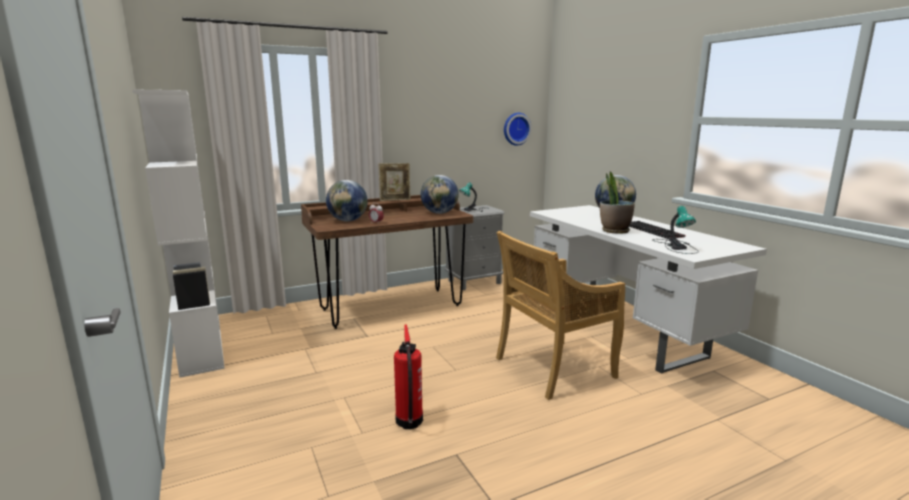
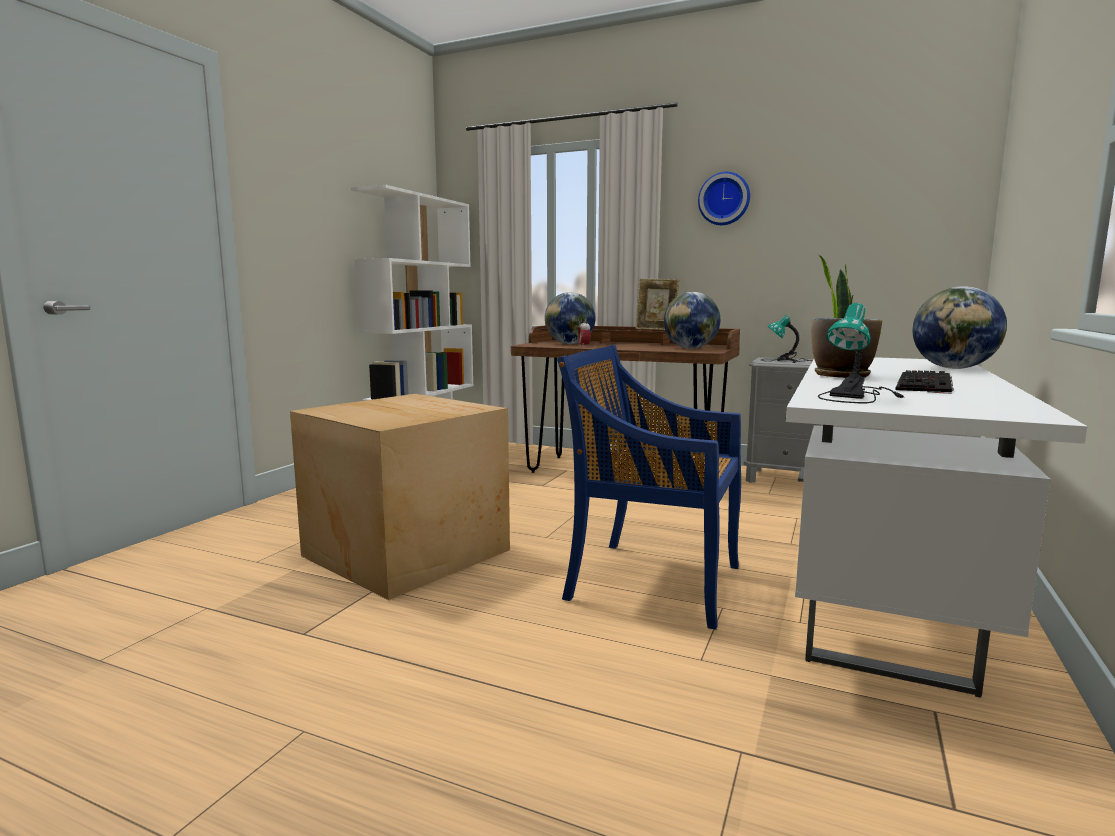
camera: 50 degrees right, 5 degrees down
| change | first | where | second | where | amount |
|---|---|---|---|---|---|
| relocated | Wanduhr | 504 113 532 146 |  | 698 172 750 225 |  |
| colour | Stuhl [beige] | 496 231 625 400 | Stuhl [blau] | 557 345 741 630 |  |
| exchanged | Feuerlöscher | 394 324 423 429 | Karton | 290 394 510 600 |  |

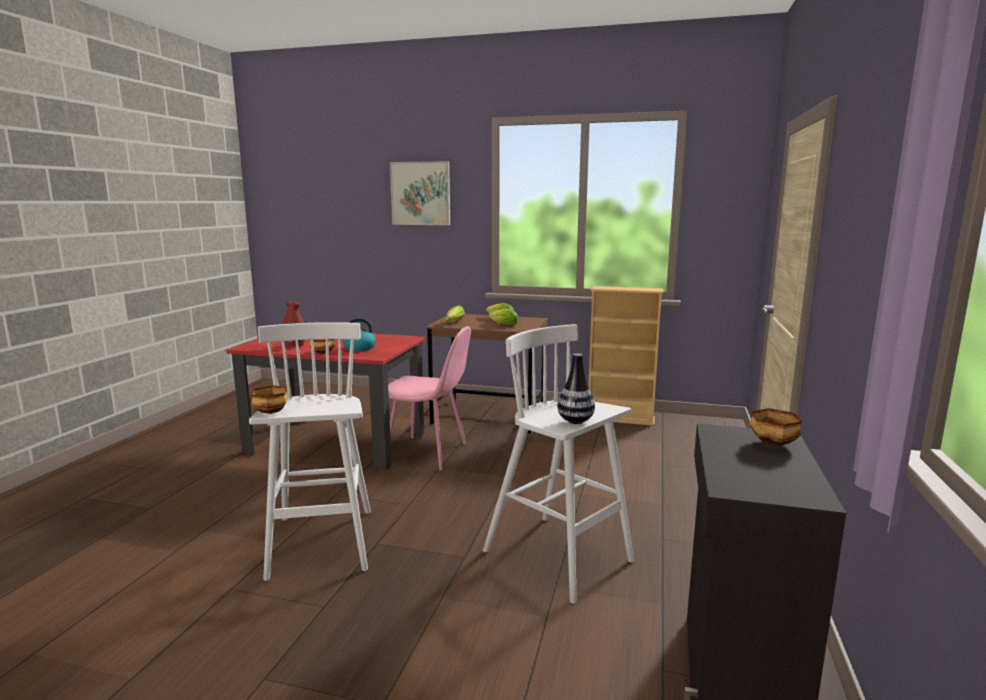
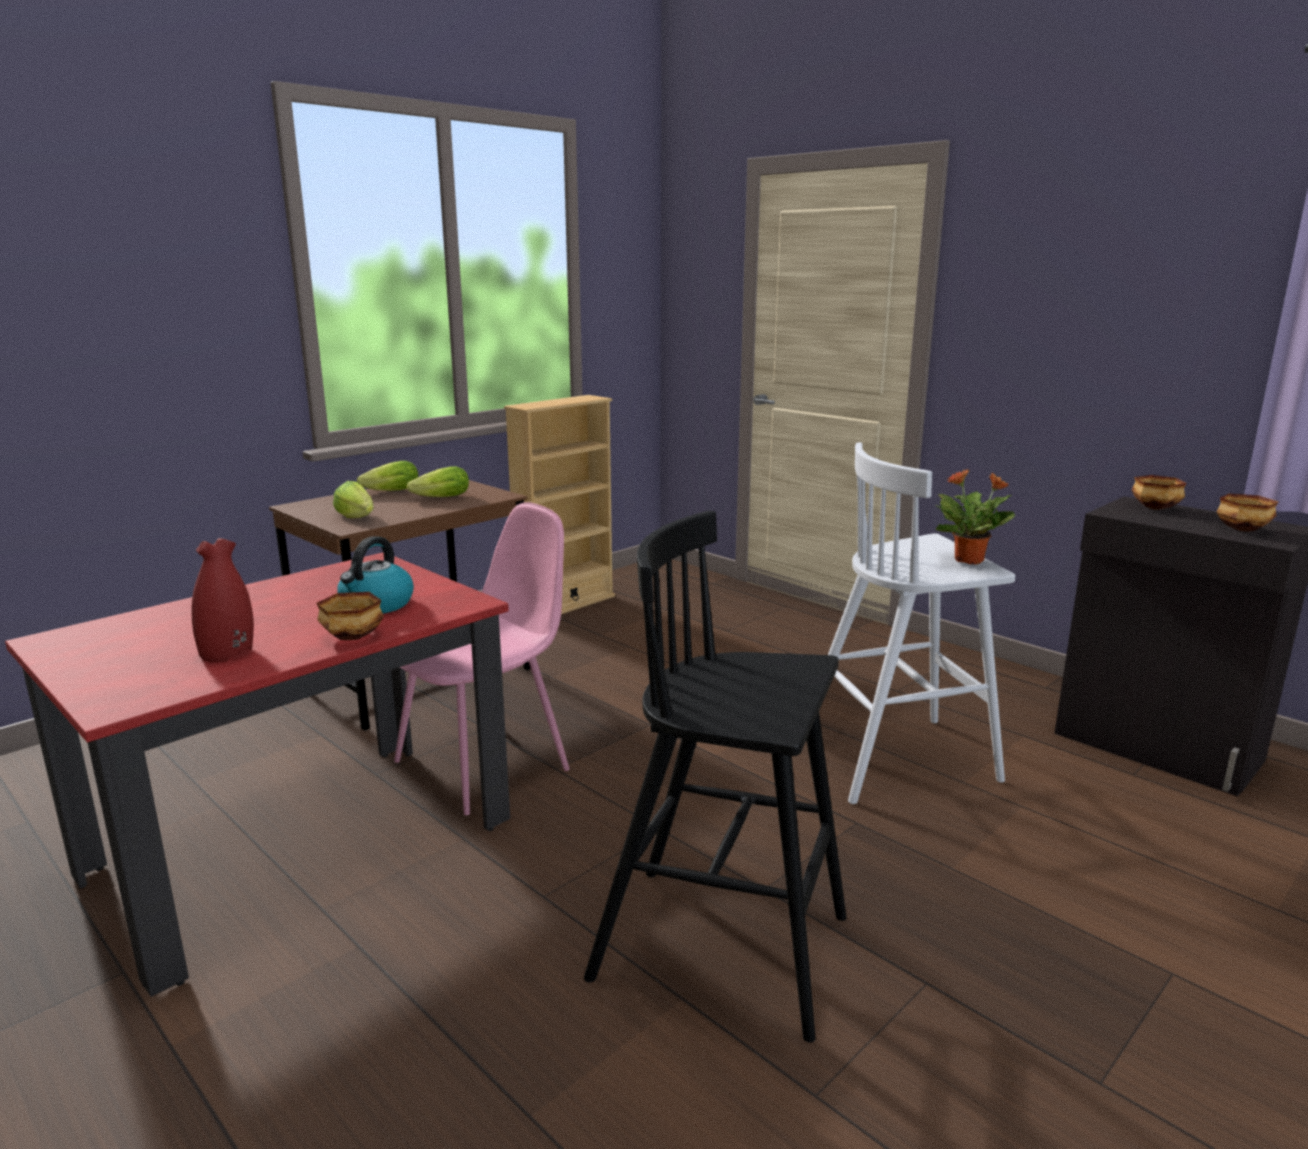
camera: 60 degrees left, 5 degrees up
| change | first | where | second | where | amount |
|---|---|---|---|---|---|
| missing | Bild | 390 161 450 225 |  |  |  |
| colour | Hocker [weiß] | 249 322 371 581 | Hocker [schwarz] | 584 511 847 1043 |  |
| exchanged | Vase | 557 353 595 424 | Topfpflanze | 935 469 1015 565 |  |
| relocated | Schüssel | 251 385 288 414 |  | 1216 493 1279 532 |  |

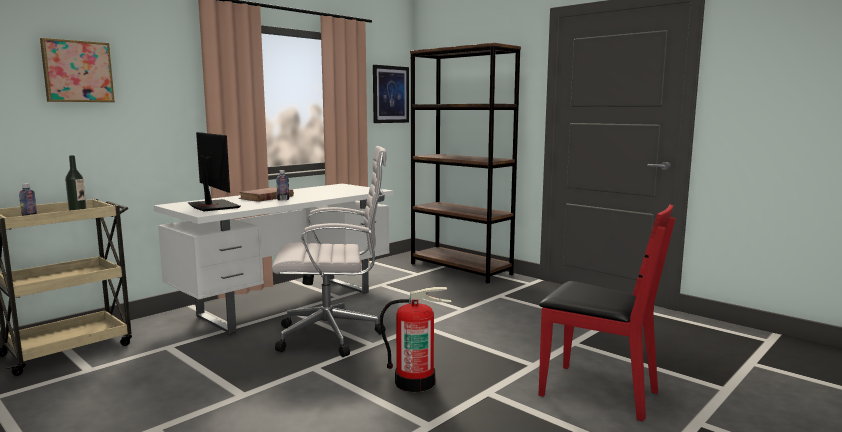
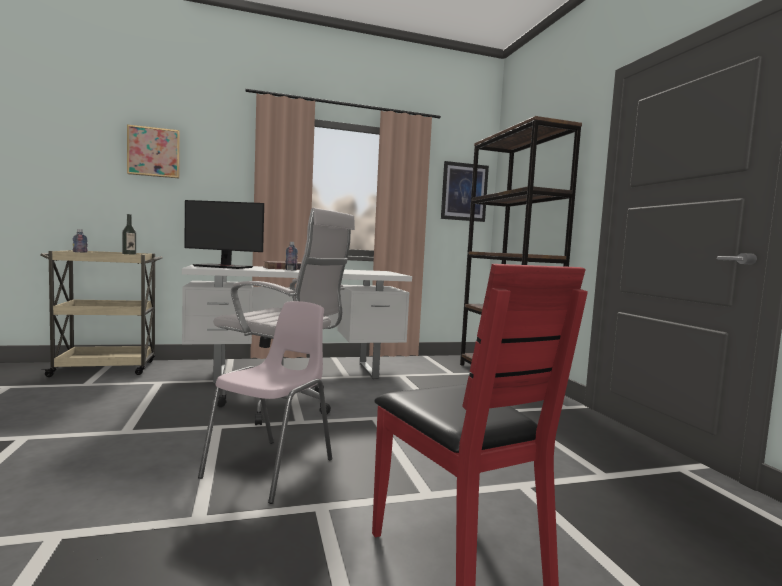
camera: 30 degrees right, 5 degrees down
| change | first | where | second | where | amount |
|---|---|---|---|---|---|
| spun | Monitor | 188 132 240 211 |  | 184 200 264 269 | 105 degrees clockwise |
| exchanged | Feuerlöscher | 380 287 452 392 | Stuhl [rosa] | 198 301 332 504 |  |

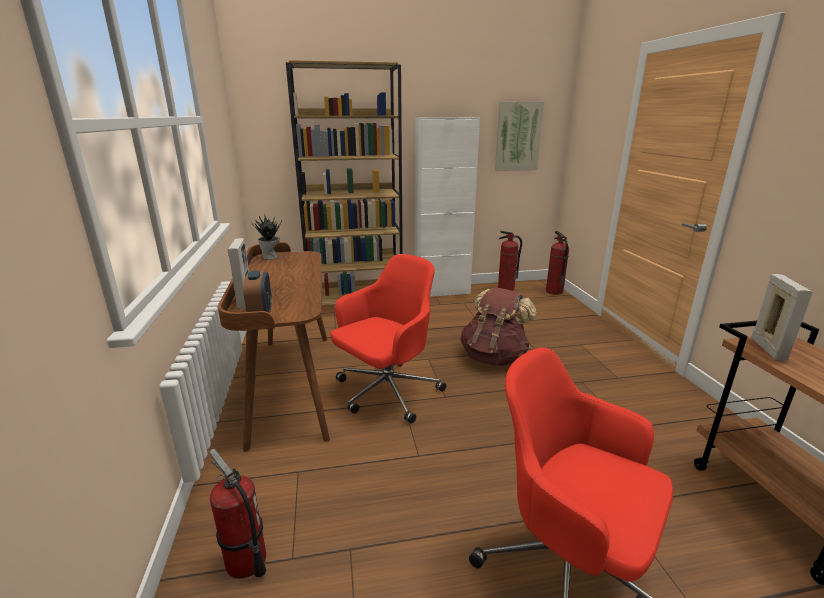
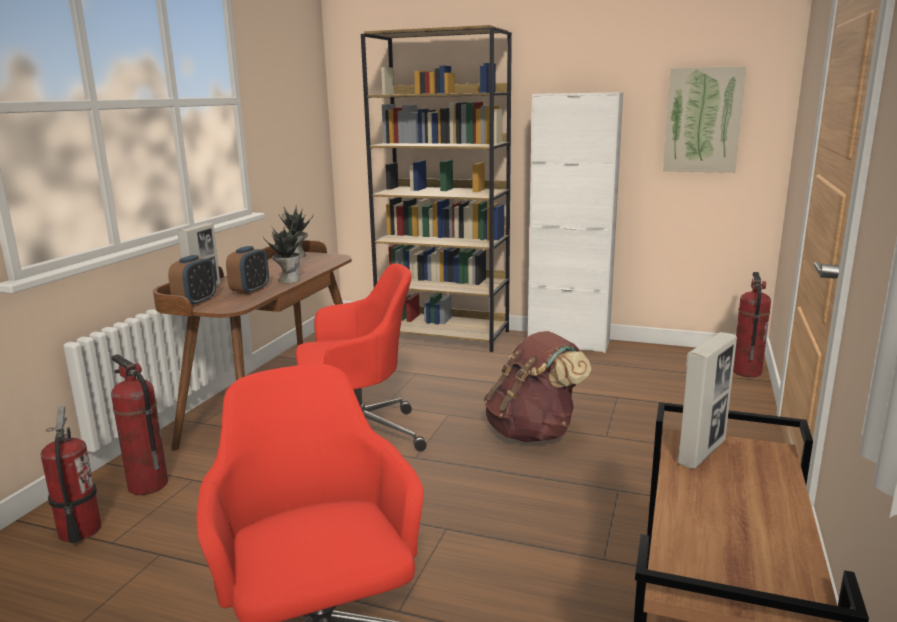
camera: 30 degrees right, 5 degrees down
| change | first | where | second | where | amount |
|---|---|---|---|---|---|
| relocated | Feuerlöscher | 498 231 522 291 |  | 111 354 168 495 |  |
| appeared |  |  | Topfpflanze | 263 222 304 283 |  |
| appeared |  |  | Wecker | 226 246 269 295 |  |

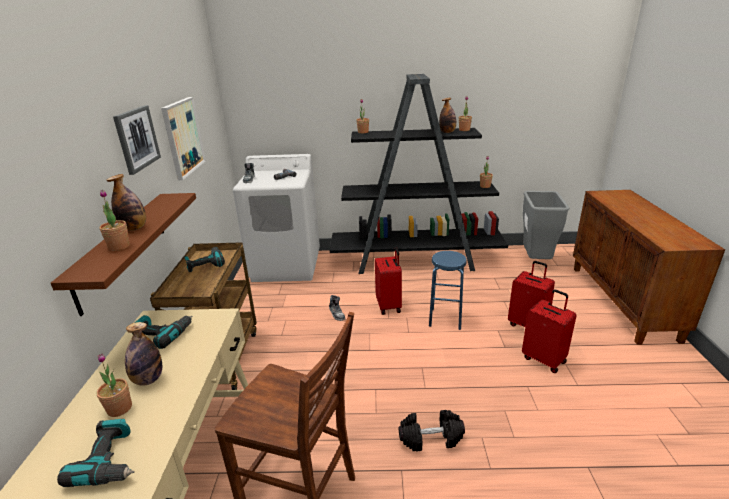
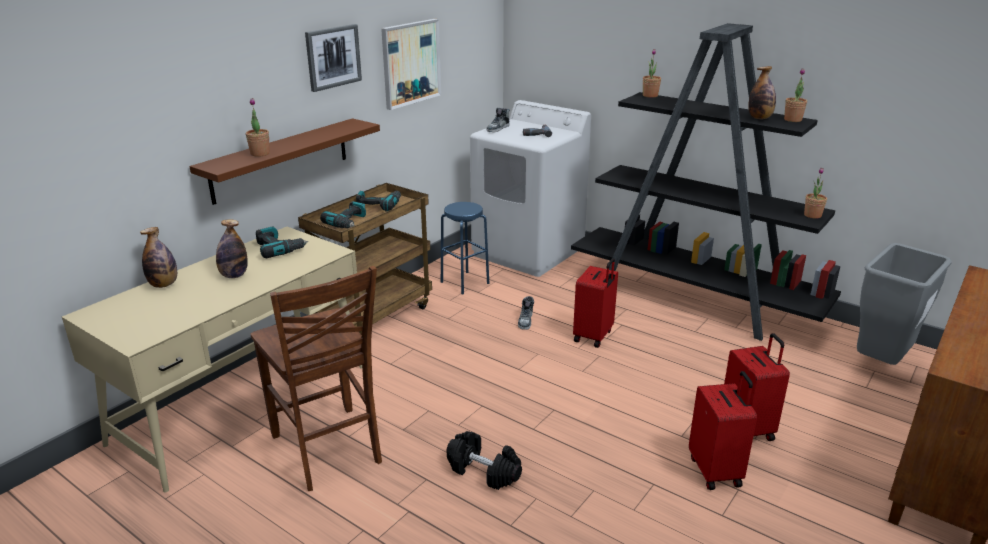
camera: 35 degrees right, 0 degrees up
| change | first | where | second | where | amount |
|---|---|---|---|---|---|
| relocated | Flasche | 107 174 146 231 |  | 140 227 177 288 |  |
| relocated | Hocker [blau] | 429 251 467 330 |  | 441 202 489 295 |  |
| missing | Topfpflanze | 97 354 132 417 |  |  |  |
| relocated | Bohrmaschine | 57 419 135 487 |  | 320 201 366 229 |  |

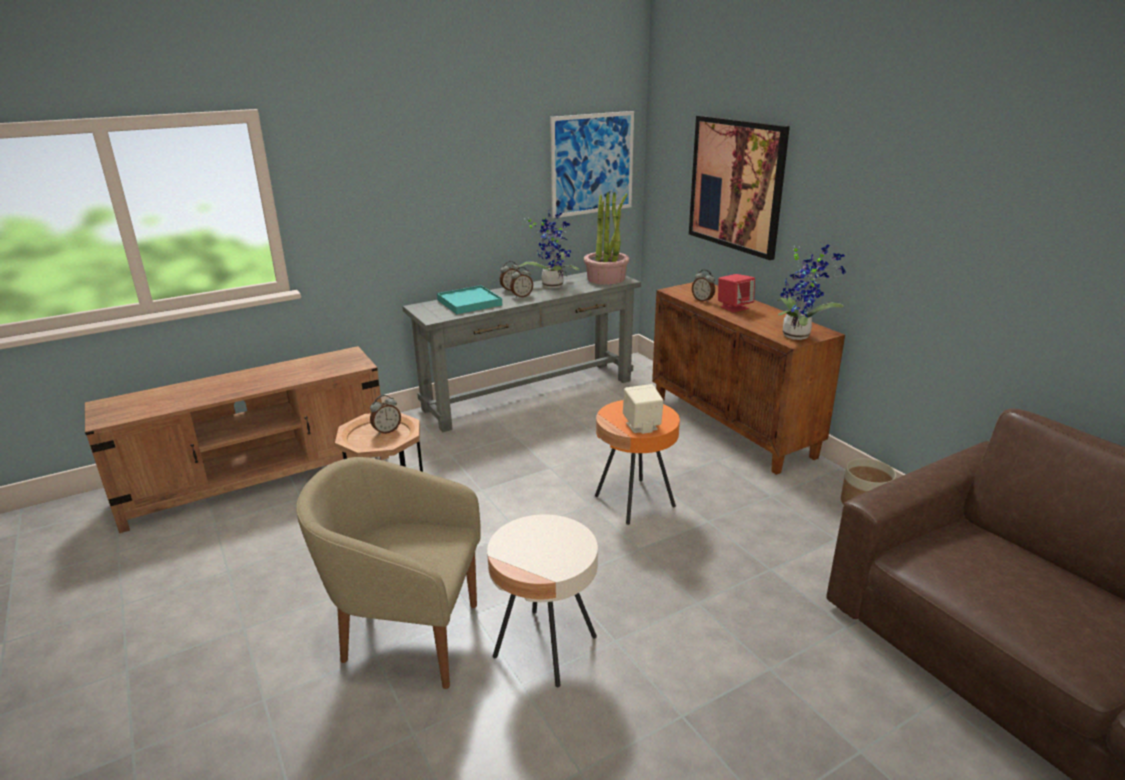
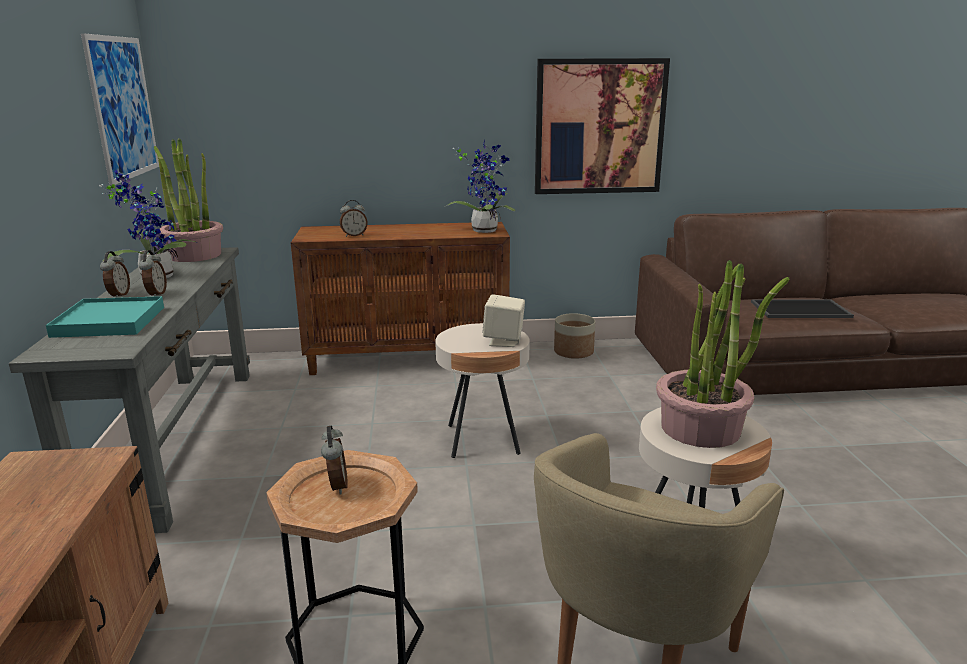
camera: 65 degrees left, 5 degrees down
| change | first | where | second | where | amount |
|---|---|---|---|---|---|
| relocated | Bild | 689 115 790 260 |  | 535 58 670 194 |  |
| missing | Lautsprecher [rot] | 718 274 755 312 |  |  |  |
| colour | Beistelltisch [orange] | 595 400 680 525 | Beistelltisch [beige] | 435 323 530 458 |  |
| appeared |  |  | Topfpflanze | 656 260 789 448 |  |
| appeared |  |  | Tablett | 751 299 854 318 |  |

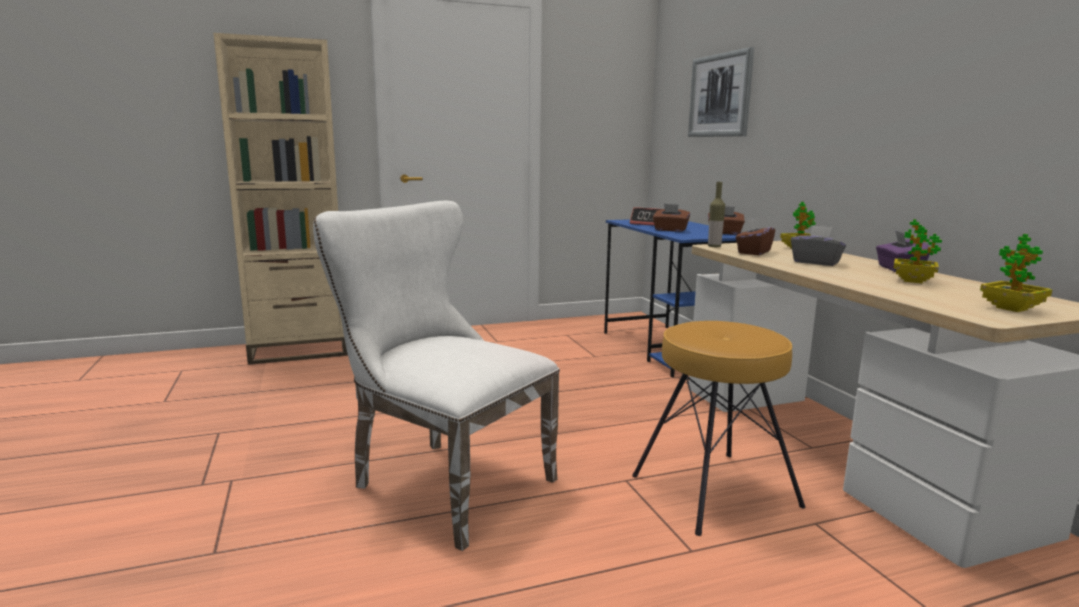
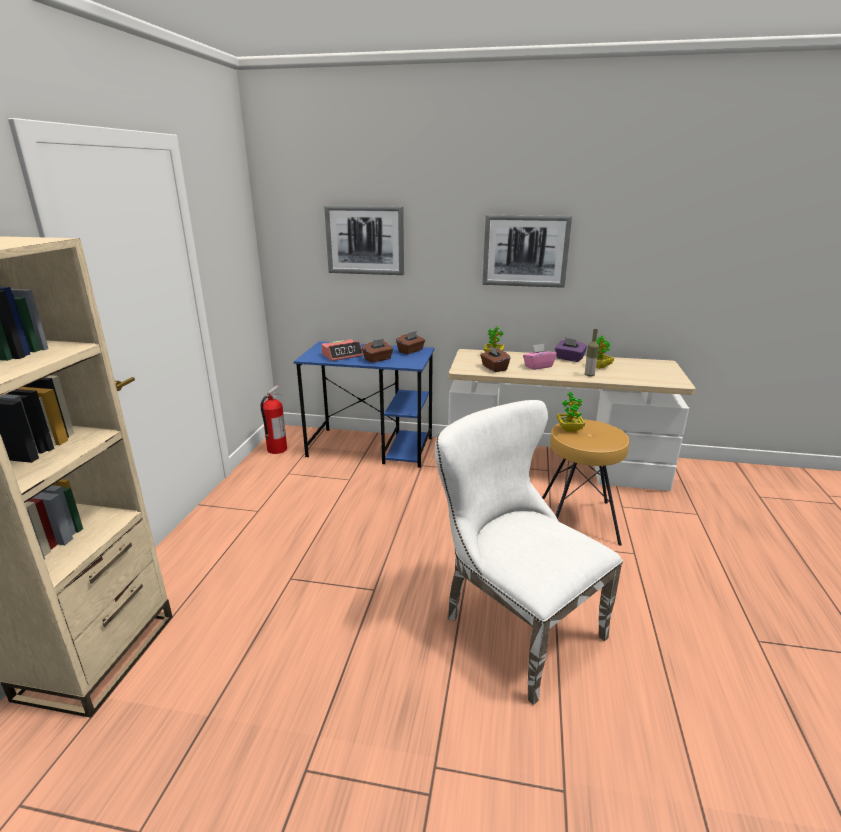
camera: 60 degrees left, 10 degrees up
| change | first | where | second | where | amount |
|---|---|---|---|---|---|
| relocated | Flasche | 708 182 725 247 |  | 585 329 599 377 |  |
| spun | Stuhl [weiß] | 313 201 560 551 |  | 435 400 623 705 | 75 degrees clockwise |
| colour | Taschentuchbox [grau] | 791 225 846 266 | Taschentuchbox [rosa] | 523 344 557 370 |  |
| relocated | Topfpflanze | 980 234 1052 312 |  | 557 392 585 432 |  |
| appeared |  |  | Bild | 482 215 572 288 |  |
| appeared |  |  | Feuerlöscher | 261 385 287 454 |  |

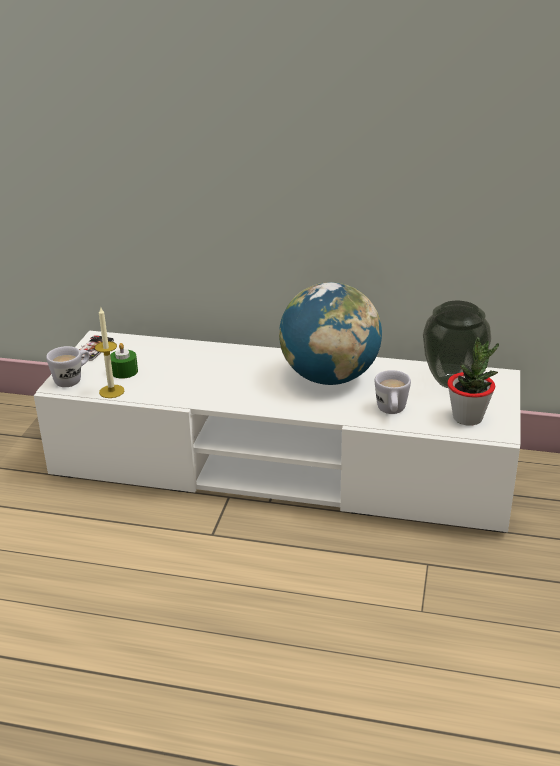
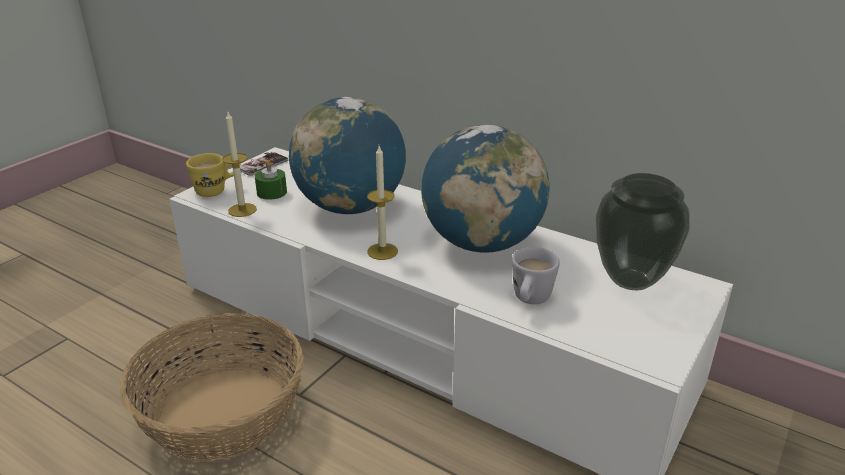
camera: 20 degrees right, 0 degrees up
| change | first | where | second | where | amount |
|---|---|---|---|---|---|
| missing | Topfpflanze | 447 337 499 426 |  |  |  |
| colour | Henkelbecher [weiß] | 46 346 89 387 | Henkelbecher [gelb] | 186 153 234 197 |  |
| appeared |  |  | Globus | 289 97 406 214 |  |
| appeared |  |  | Kerze | 367 146 398 260 |  |
| appeared |  |  | Korb | 120 313 304 461 |  |

